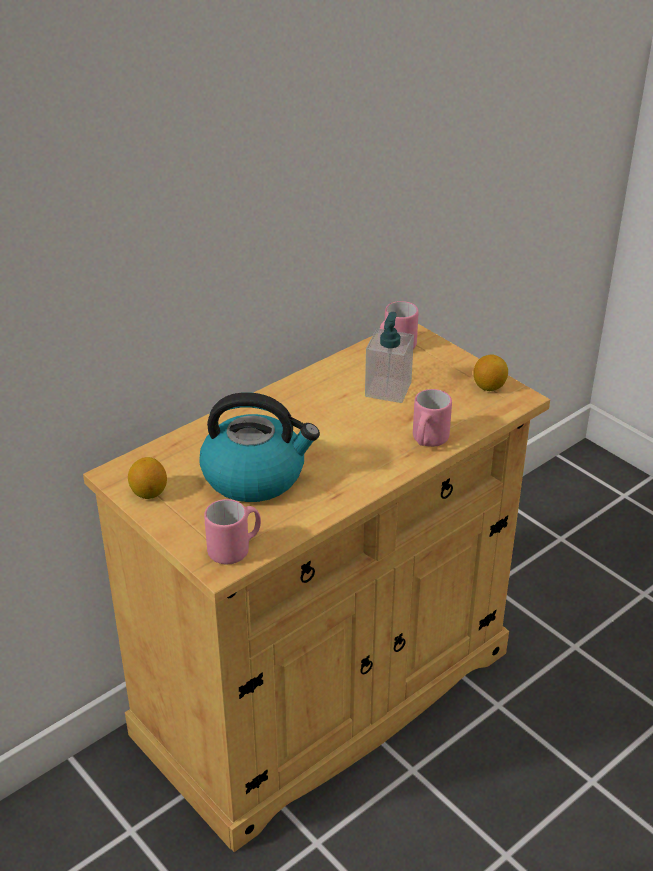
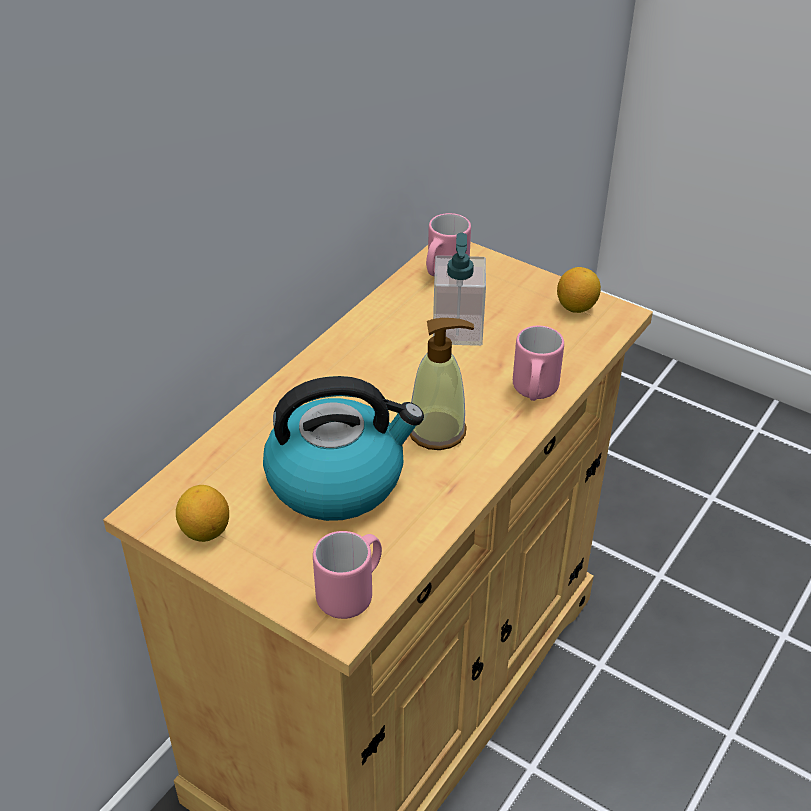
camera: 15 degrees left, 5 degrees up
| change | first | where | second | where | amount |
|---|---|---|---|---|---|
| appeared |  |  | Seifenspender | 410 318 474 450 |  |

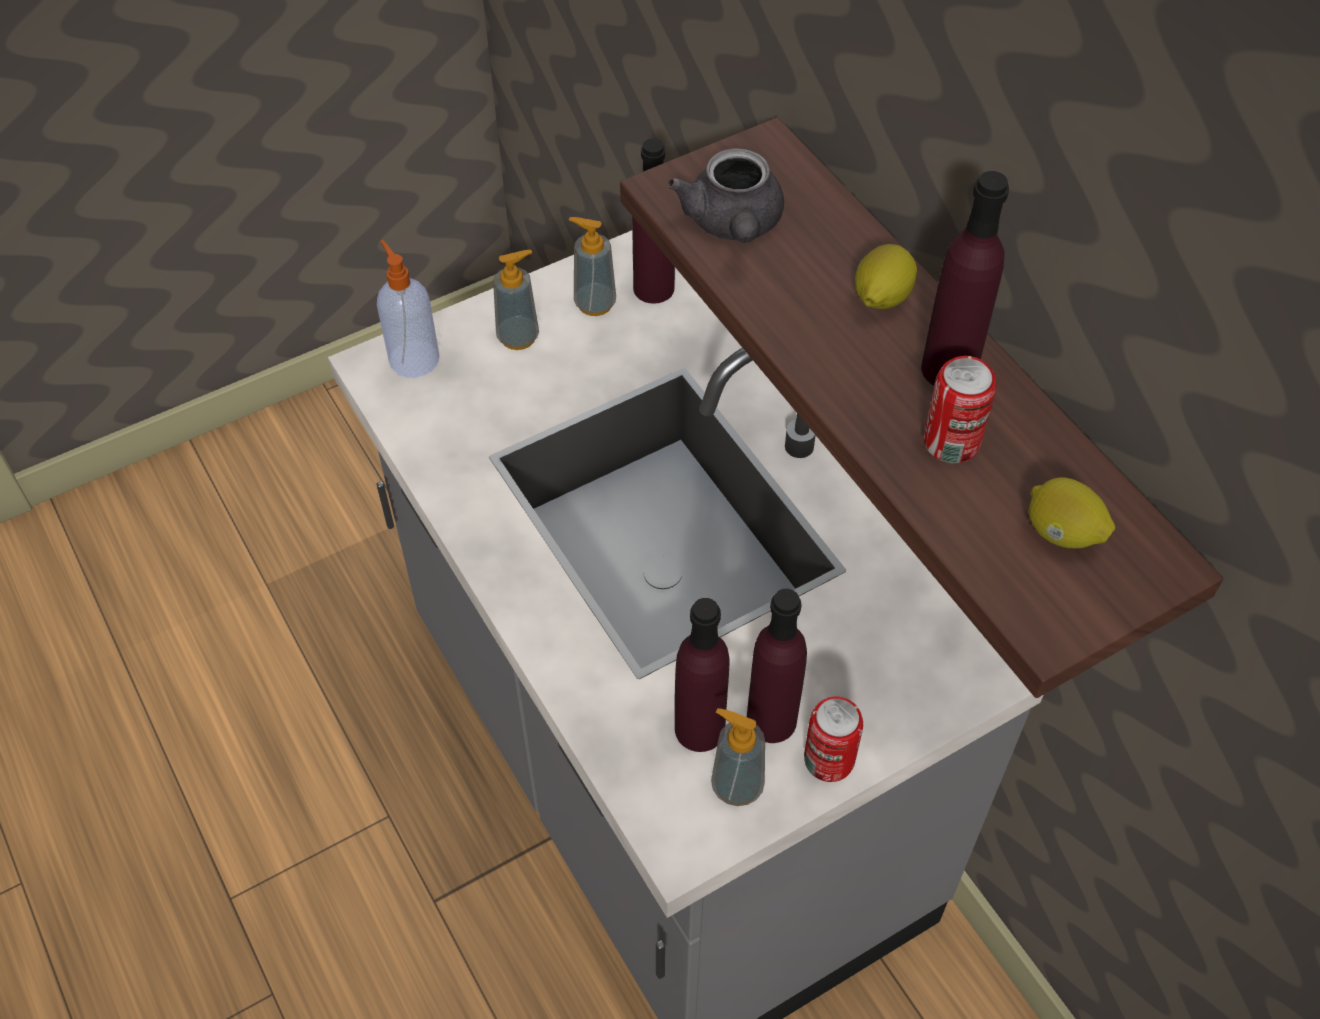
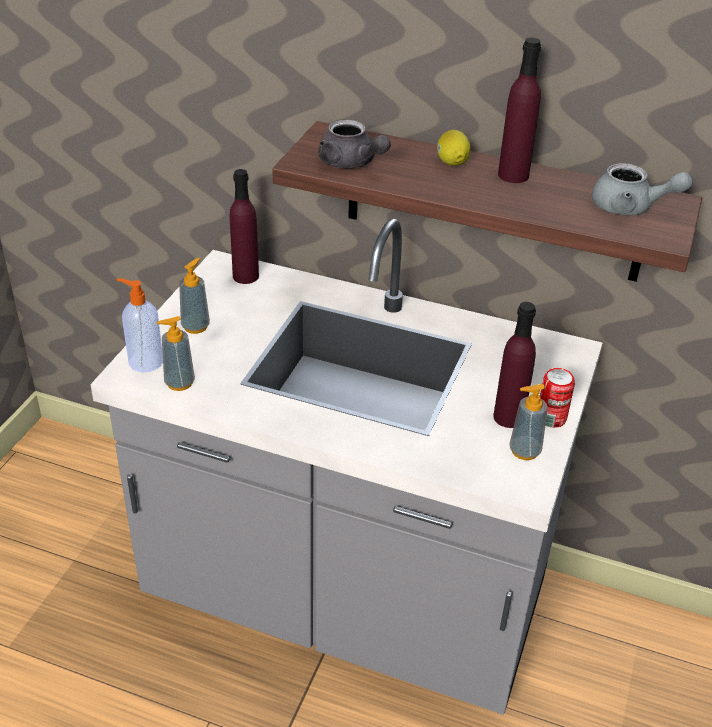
camera: 40 degrees left, 15 degrees down
| change | first | where | second | where | amount |
|---|---|---|---|---|---|
| relocated | Seifenspender | 569 217 616 316 |  | 156 316 195 391 |  |
| missing | Dose | 924 356 996 463 |  |  |  |
| exchanged | Zitrone | 1029 477 1115 548 | Teekanne [grau] | 592 163 692 215 |  |
| missing | Flasche [lila] | 675 598 730 752 |  |  |  |

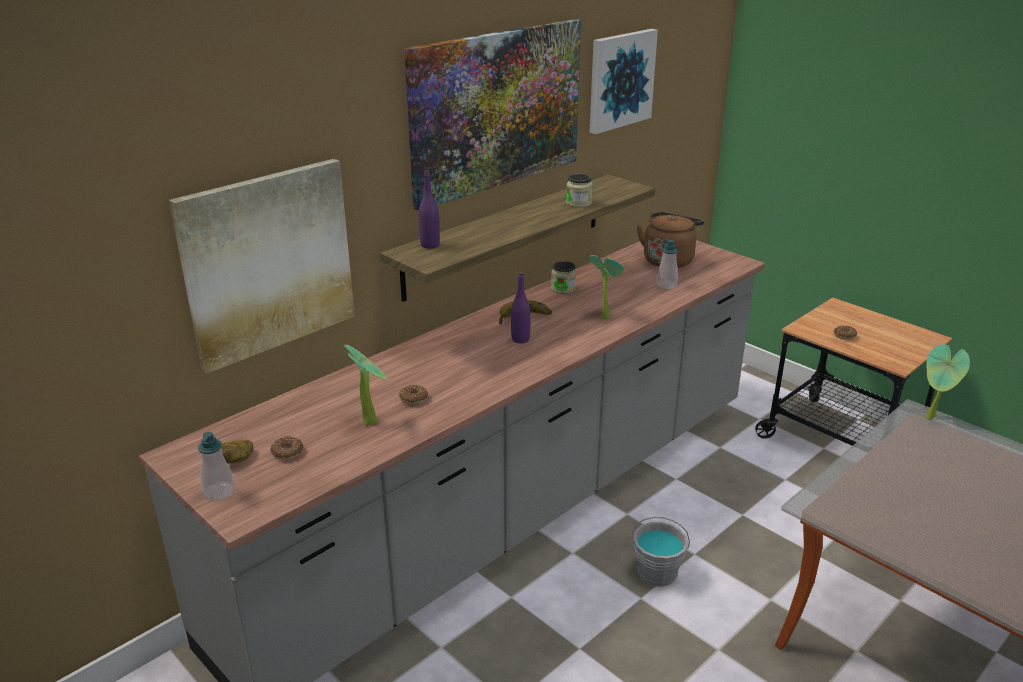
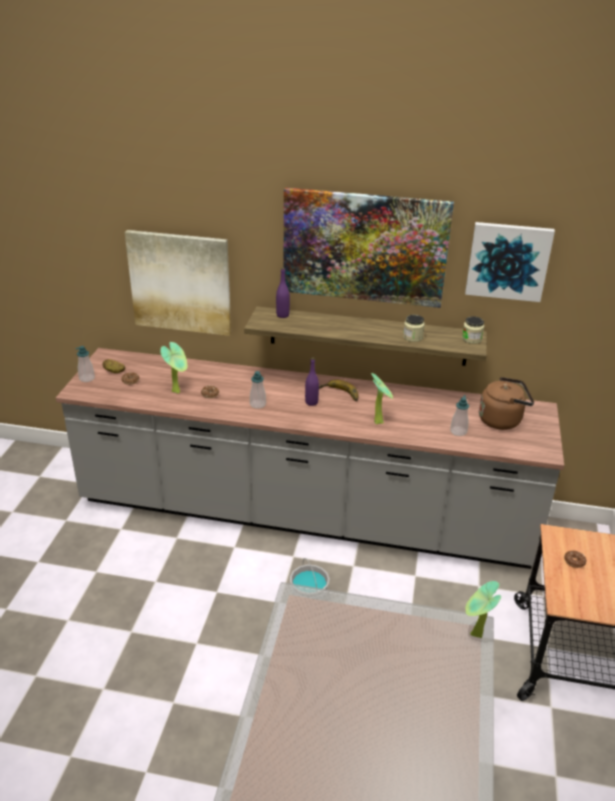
camera: 55 degrees right, 5 degrees up
| change | first | where | second | where | amount |
|---|---|---|---|---|---|
| relocated | Vorratsglas | 551 261 576 294 |  | 462 316 484 344 |  |
| appeared |  |  | Seifenspender | 250 371 266 409 |  |

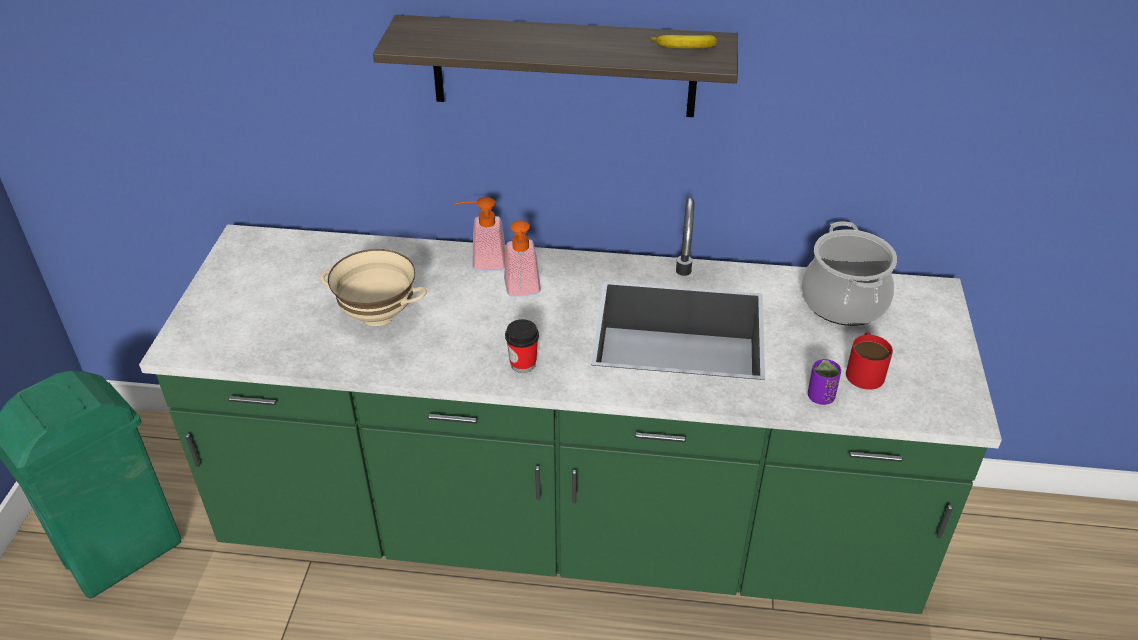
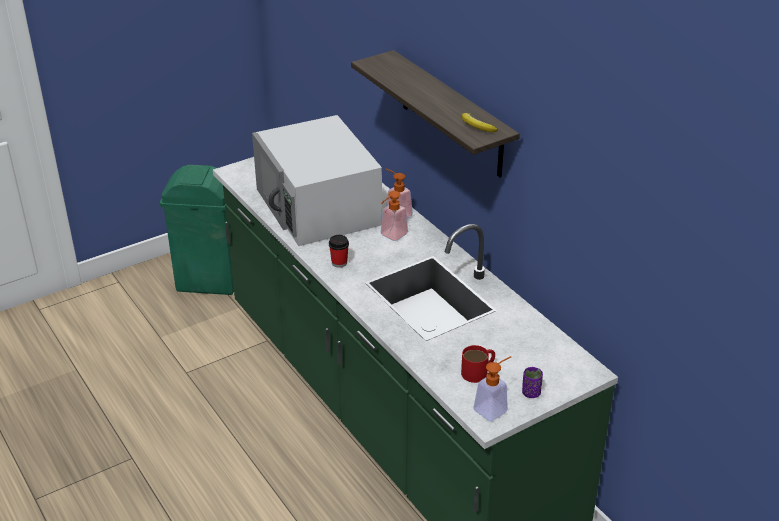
camera: 50 degrees right, 5 degrees down
| change | first | where | second | where | amount |
|---|---|---|---|---|---|
| missing | Kochtopf | 802 221 897 326 |  |  |  |
| exchanged | Schüssel [beige] | 320 249 427 326 | Mikrowelle [weiß] | 252 115 382 246 |  |
| relocated | Tasse [lila] | 808 359 841 405 |  | 522 367 543 398 |  |
| appeared |  |  | Seifenspender | 473 356 511 422 |  |

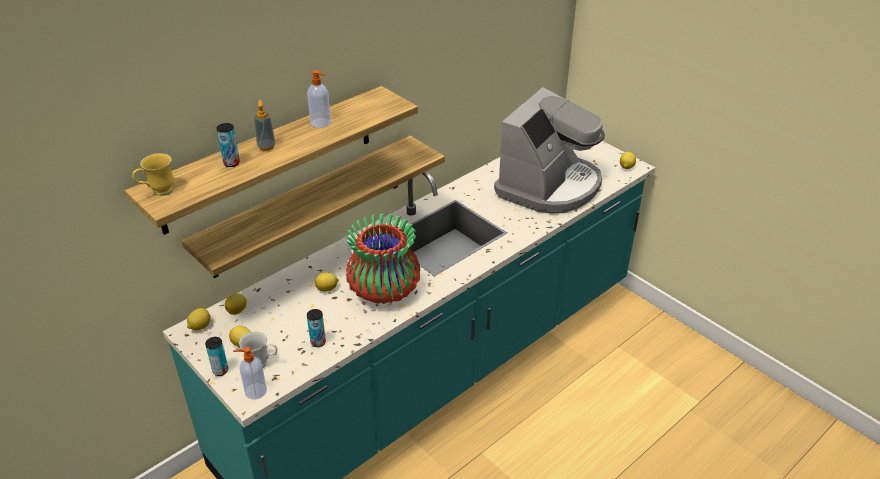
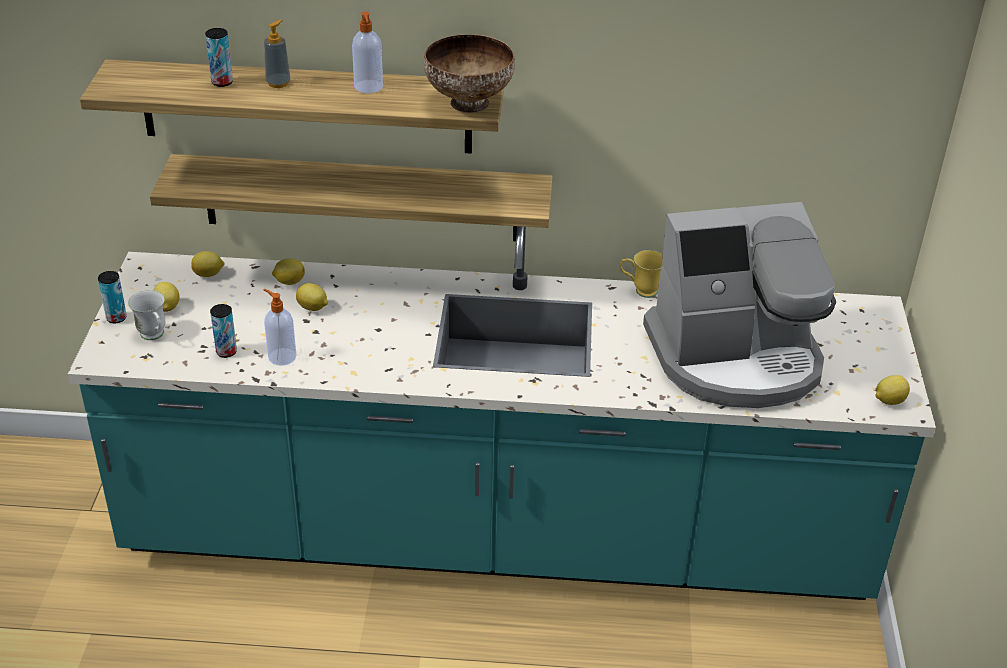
camera: 45 degrees right, 0 degrees up
| change | first | where | second | where | amount |
|---|---|---|---|---|---|
| relocated | Henkelbecher [gelb] | 132 153 174 196 |  | 620 250 663 298 |  |
| missing | Vase | 346 213 420 304 |  |  |  |
| relocated | Zitrone | 187 308 211 330 |  | 272 258 305 285 |  |
| relocated | Seifenspender | 233 347 267 400 |  | 263 289 296 366 |  |
| appeared |  |  | Schüssel | 424 34 515 113 |  |

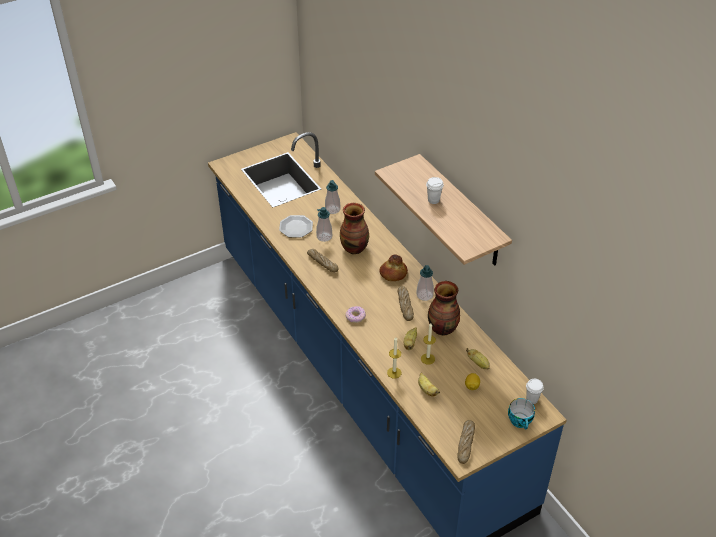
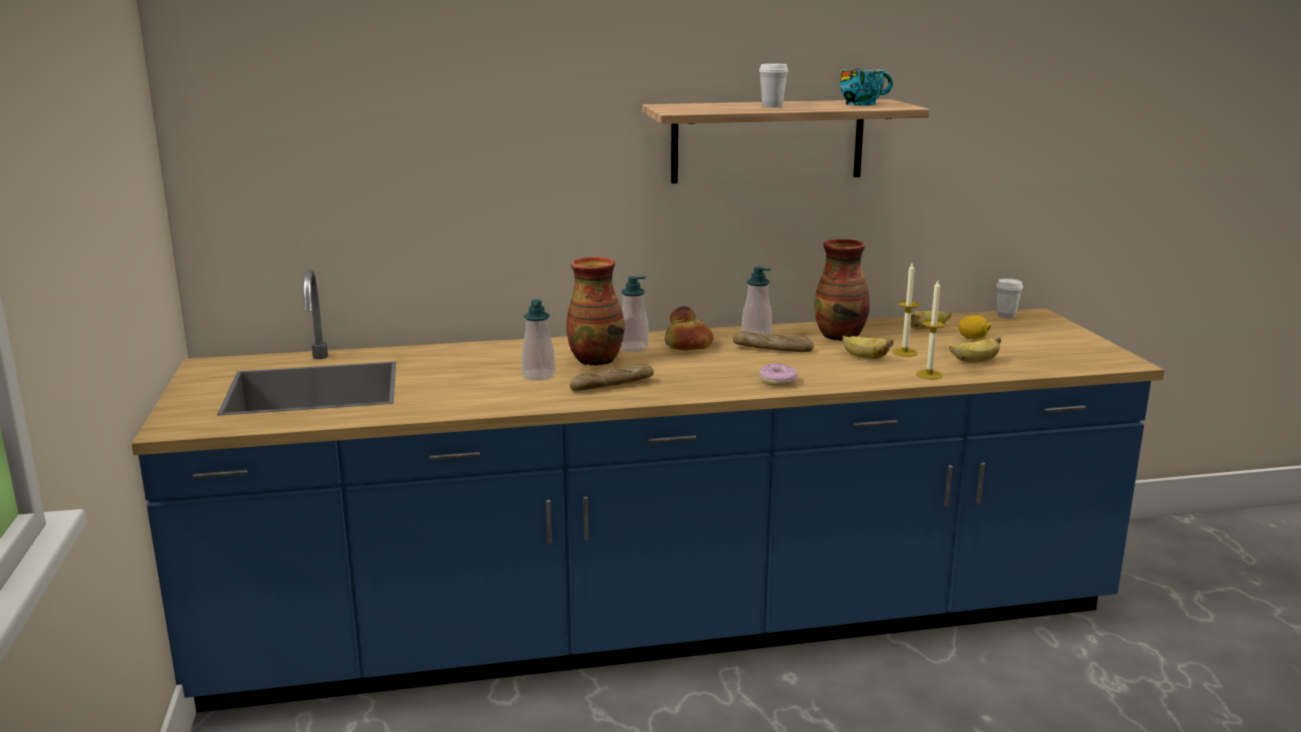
camera: 70 degrees left, 25 degrees down
| change | first | where | second | where | amount |
|---|---|---|---|---|---|
| relocated | Seifenspender | 325 180 340 214 |  | 620 276 649 352 |  |
| missing | Teller | 279 215 313 237 |  |  |  |
| relocated | Tasse | 508 398 535 429 |  | 840 68 893 106 |  |
| missing | Brot | 457 420 475 464 |  |  |  |

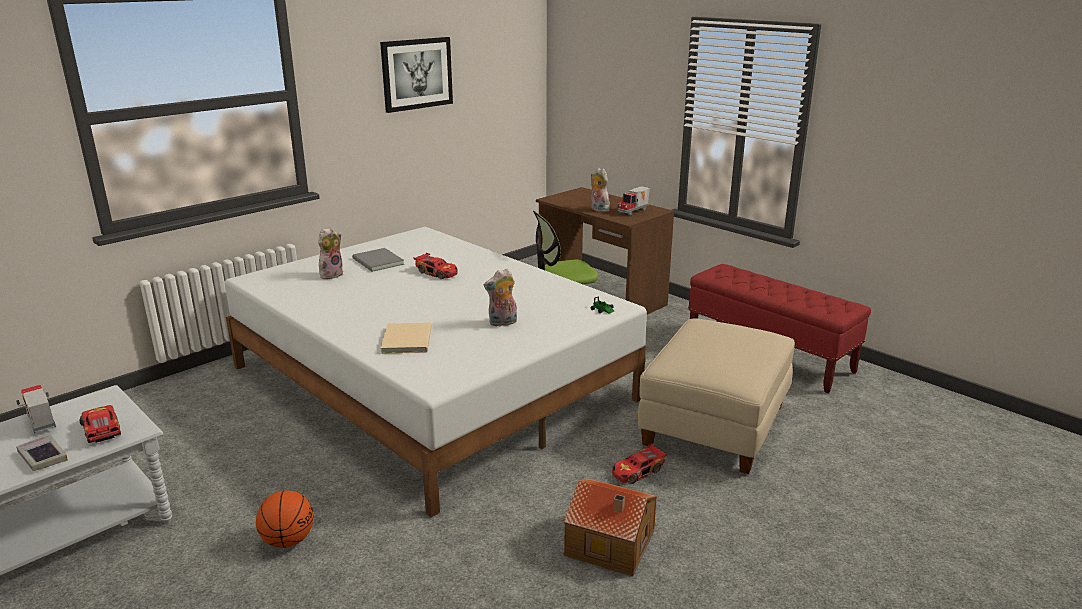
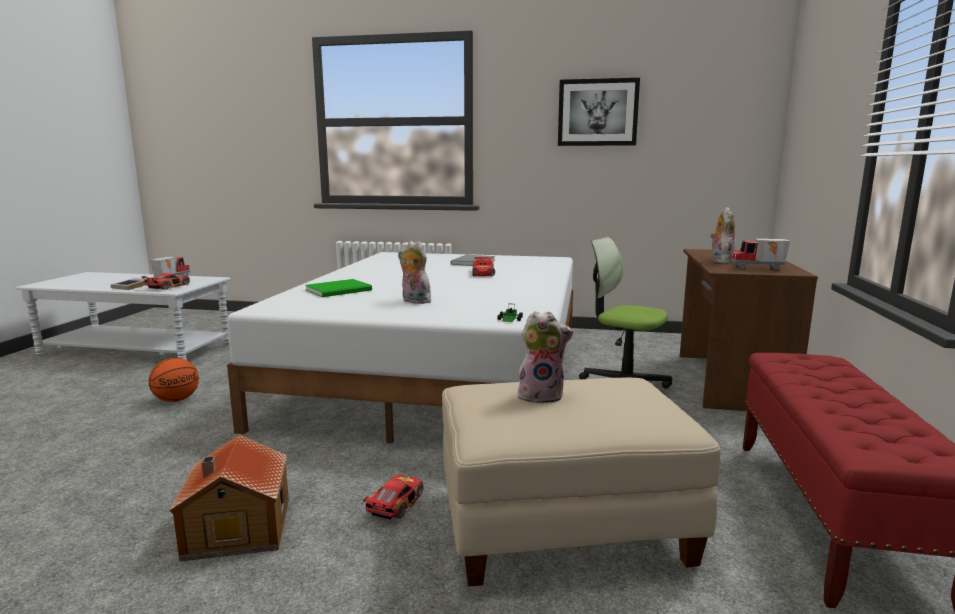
camera: 55 degrees right, 10 degrees down
| change | first | where | second | where | amount |
|---|---|---|---|---|---|
| relocated | Plüschtier | 318 227 343 279 |  | 518 311 573 404 |  |
| colour | Buch [beige] | 380 323 432 354 | Buch [grün] | 305 279 372 297 |  |
| spun | Spielzeugauto | 612 443 667 484 |  | 363 475 424 519 | 90 degrees clockwise |

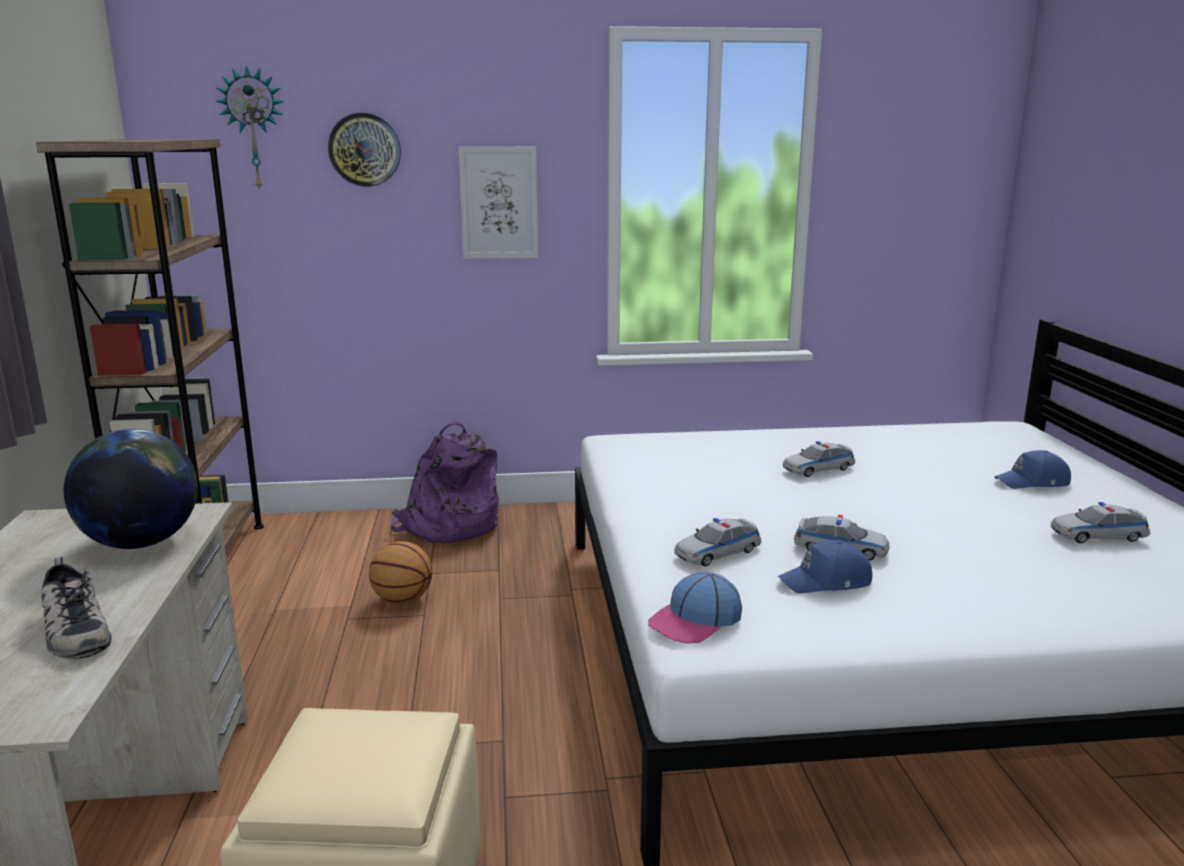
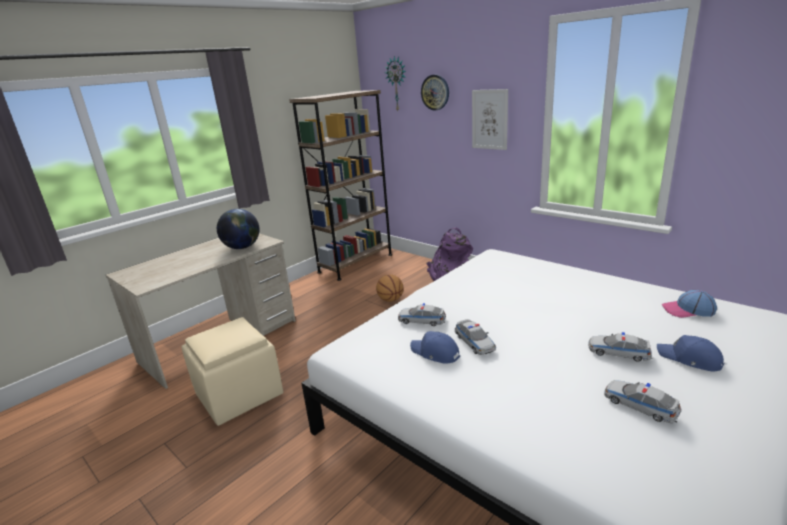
camera: 50 degrees right, 5 degrees up
| change | first | where | second | where | amount |
|---|---|---|---|---|---|
| relocated | Spielzeugauto | 783 441 855 477 |  | 588 332 652 362 |  |
| missing | Schuh | 41 557 112 659 |  |  |  |
| relocated | Kappe | 648 572 742 644 |  | 662 290 717 318 |  |

